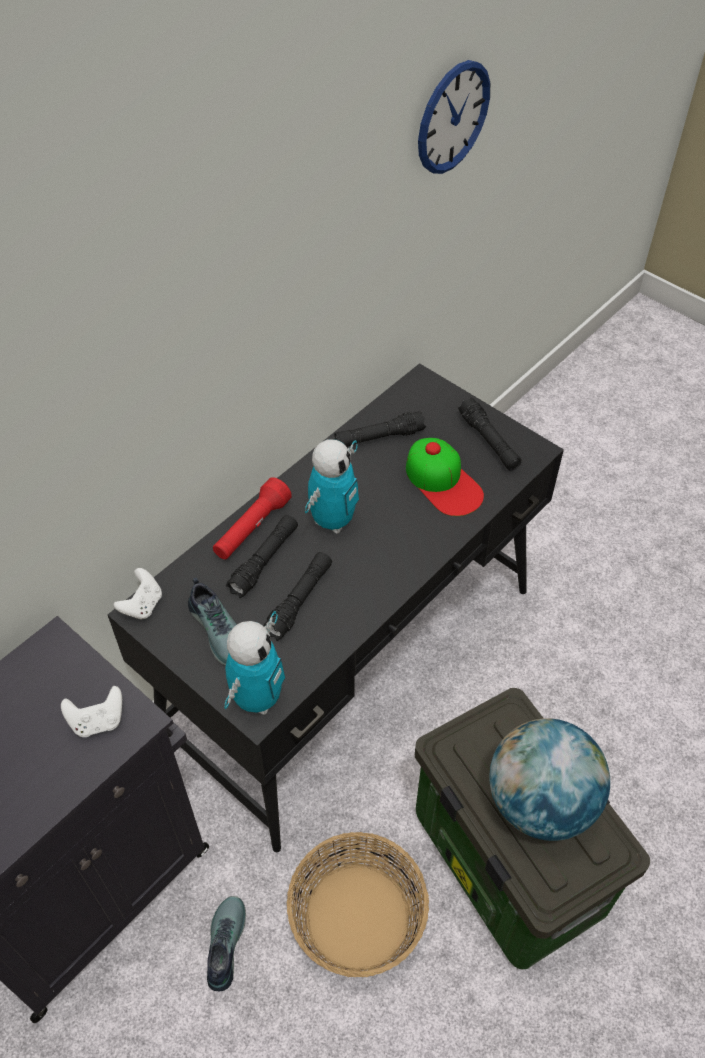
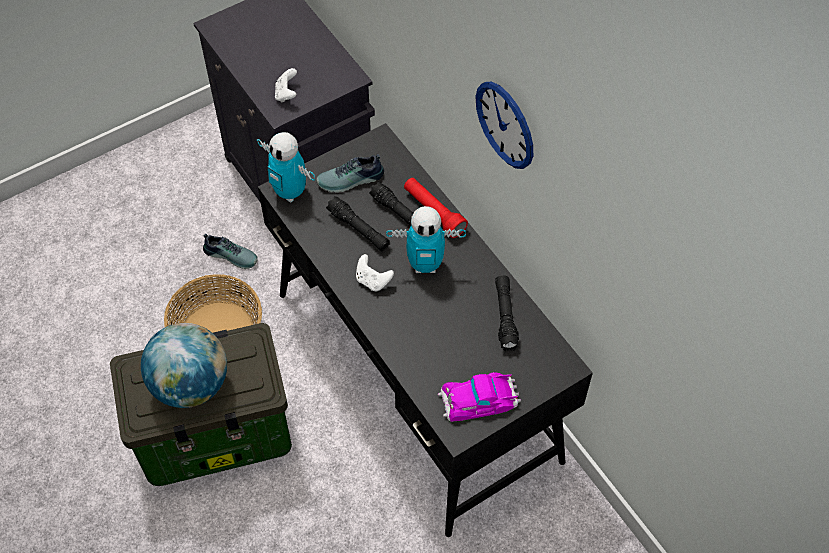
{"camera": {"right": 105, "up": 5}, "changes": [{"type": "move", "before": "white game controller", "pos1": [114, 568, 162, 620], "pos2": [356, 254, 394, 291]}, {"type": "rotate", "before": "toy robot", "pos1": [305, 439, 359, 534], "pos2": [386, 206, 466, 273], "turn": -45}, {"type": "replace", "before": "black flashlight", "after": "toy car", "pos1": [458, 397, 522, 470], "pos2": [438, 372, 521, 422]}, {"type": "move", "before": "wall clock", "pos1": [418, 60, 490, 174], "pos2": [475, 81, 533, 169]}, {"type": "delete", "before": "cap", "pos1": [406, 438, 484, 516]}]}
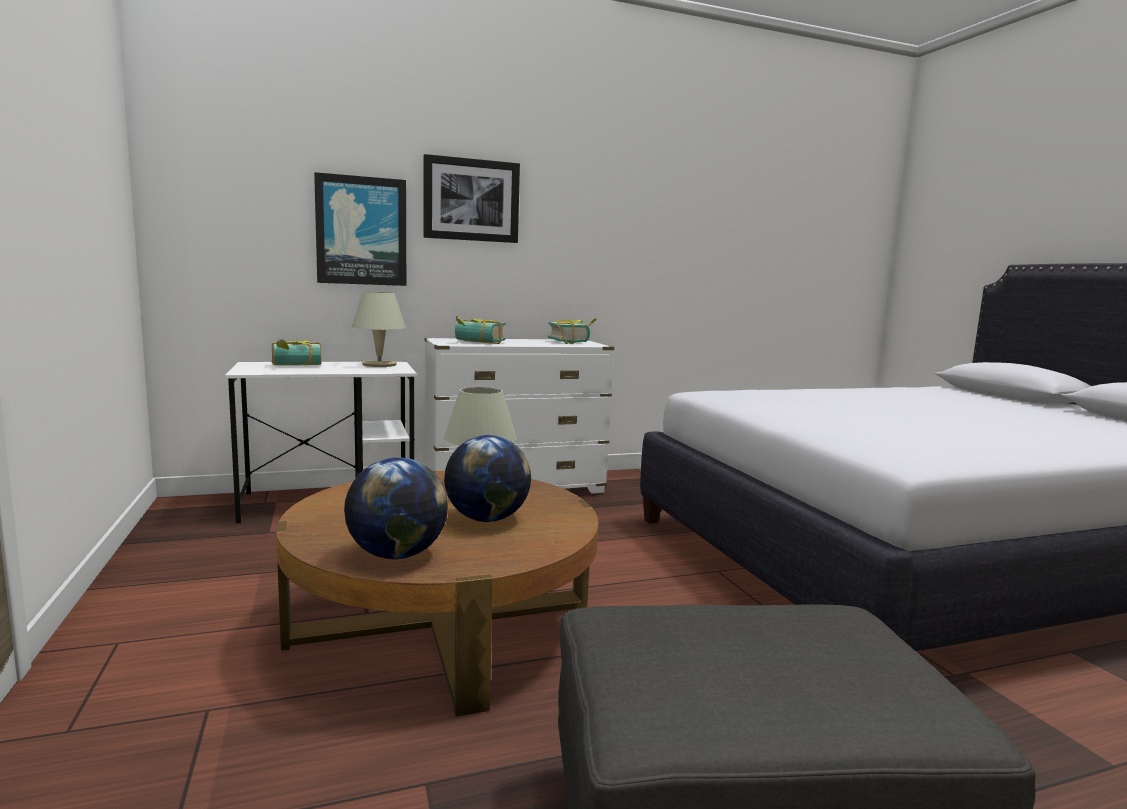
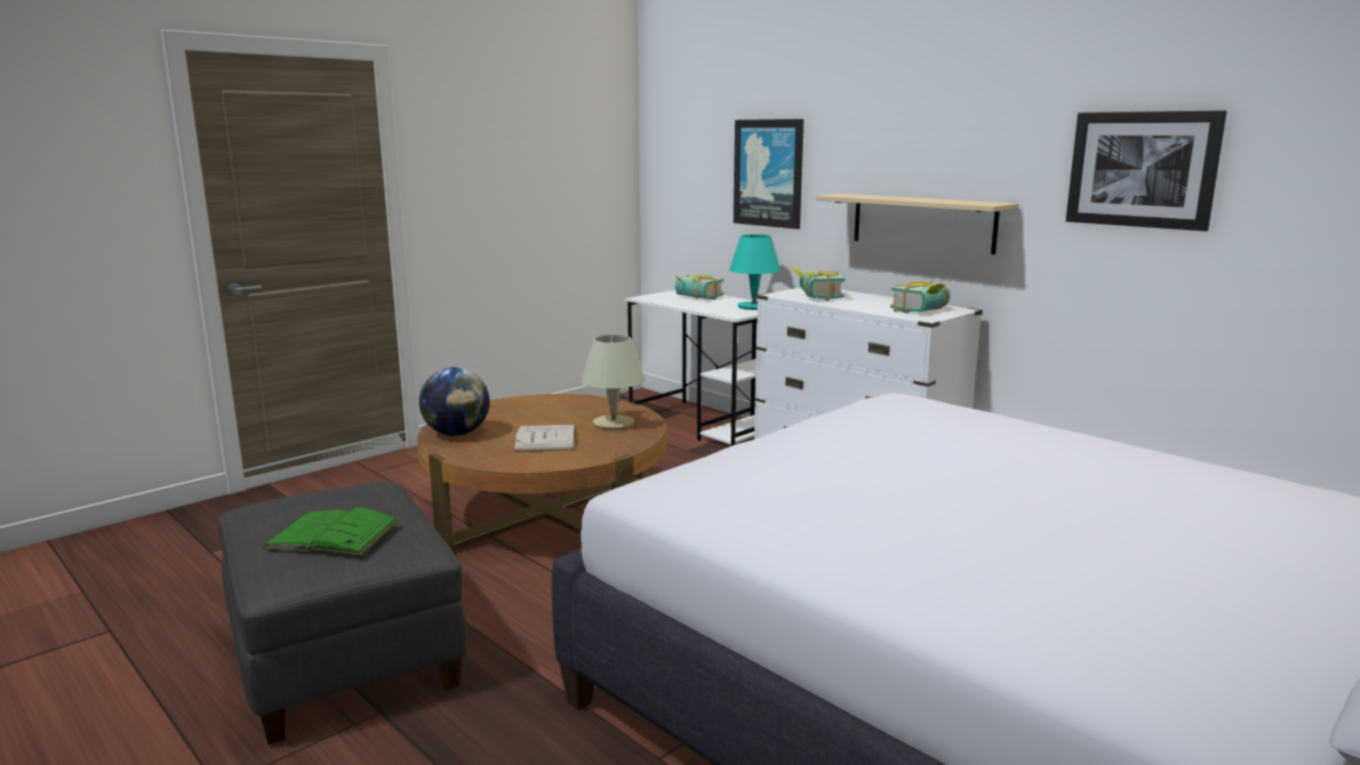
{"camera": {"right": 65, "up": 5}, "changes": [{"type": "insert", "after": "green book", "pos2": [262, 507, 399, 555]}, {"type": "replace", "before": "globe", "after": "white book", "pos1": [444, 435, 531, 522], "pos2": [514, 425, 575, 452]}, {"type": "recolor", "before": "beige table lamp", "after": "turquoise table lamp", "pos1": [352, 292, 406, 367], "pos2": [729, 234, 781, 310]}, {"type": "insert", "after": "beige shelf", "pos2": [816, 194, 1019, 255]}, {"type": "move", "before": "picture", "pos1": [424, 154, 520, 243], "pos2": [1066, 110, 1227, 231]}]}
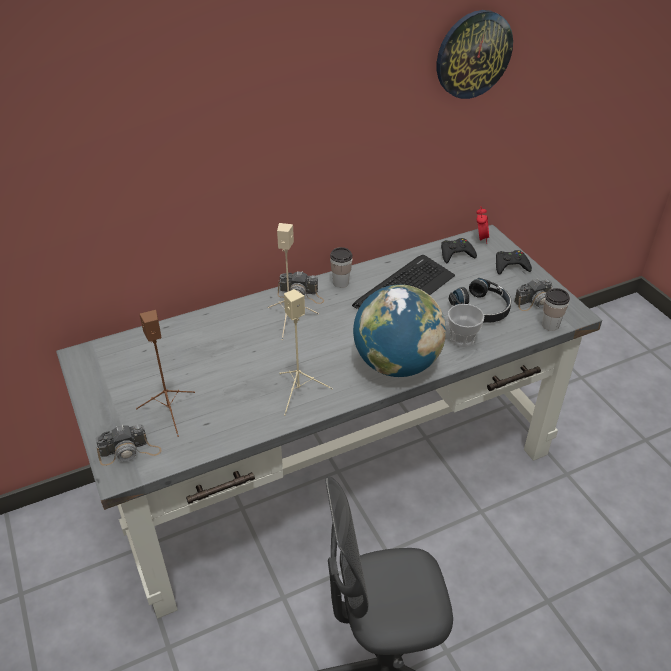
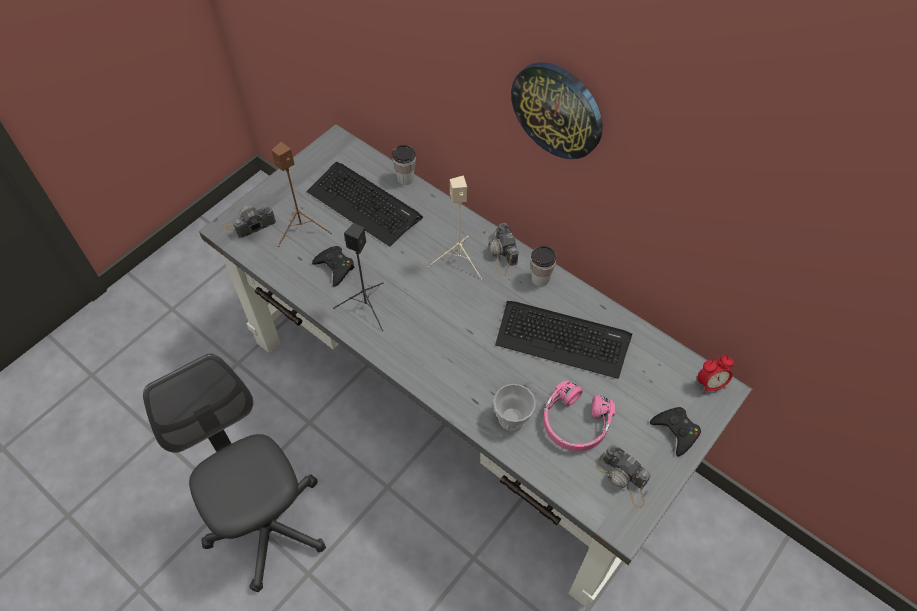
{"camera": {"right": 65, "up": 15}, "changes": [{"type": "rotate", "before": "photo camera", "pos1": [95, 424, 161, 466], "pos2": [223, 205, 276, 238], "turn": 105}, {"type": "insert", "after": "keyboard", "pos2": [307, 162, 423, 247]}, {"type": "move", "before": "black game controller", "pos1": [441, 238, 477, 263], "pos2": [312, 246, 354, 287]}, {"type": "recolor", "before": "beige speaker", "after": "black speaker", "pos1": [279, 289, 333, 416], "pos2": [333, 223, 384, 331]}, {"type": "move", "before": "cup", "pos1": [542, 288, 570, 331], "pos2": [392, 145, 416, 185]}, {"type": "move", "before": "wall clock", "pos1": [437, 10, 513, 99], "pos2": [511, 62, 603, 159]}, {"type": "recolor", "before": "black headphones", "after": "pink headphones", "pos1": [449, 278, 512, 323], "pos2": [543, 381, 615, 451]}, {"type": "delete", "before": "globe", "pos1": [353, 285, 446, 377]}]}
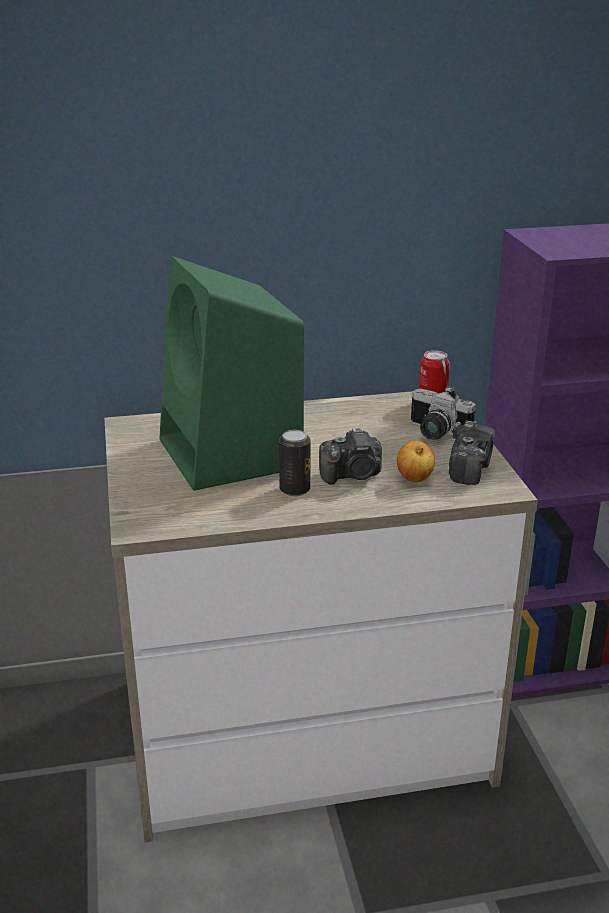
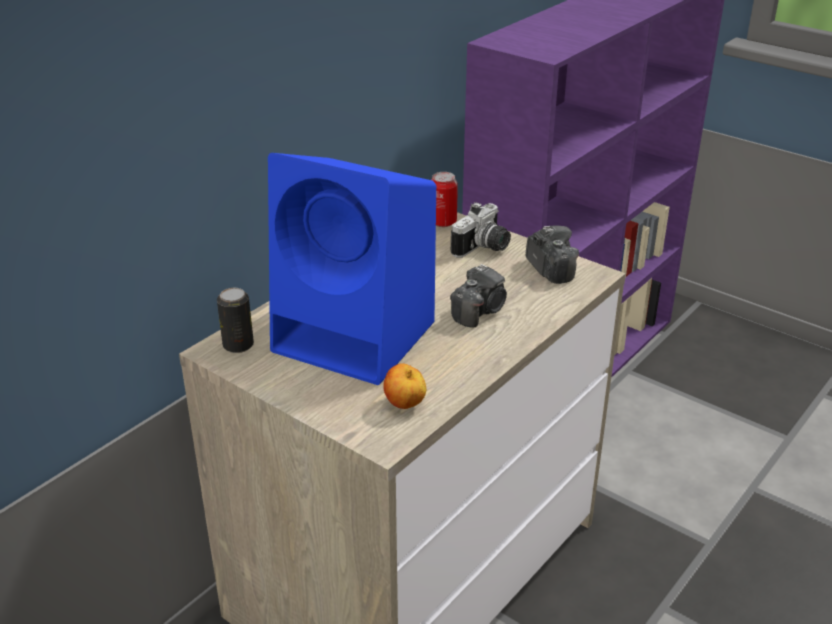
{"camera": {"right": -40, "up": 5}, "changes": [{"type": "move", "before": "can", "pos1": [279, 430, 310, 496], "pos2": [217, 288, 254, 353]}, {"type": "recolor", "before": "green speaker", "after": "blue speaker", "pos1": [160, 256, 304, 491], "pos2": [268, 153, 436, 385]}, {"type": "move", "before": "apple", "pos1": [397, 441, 435, 482], "pos2": [383, 363, 427, 409]}, {"type": "rotate", "before": "photo camera", "pos1": [411, 386, 476, 440], "pos2": [451, 202, 511, 258], "turn": -45}]}
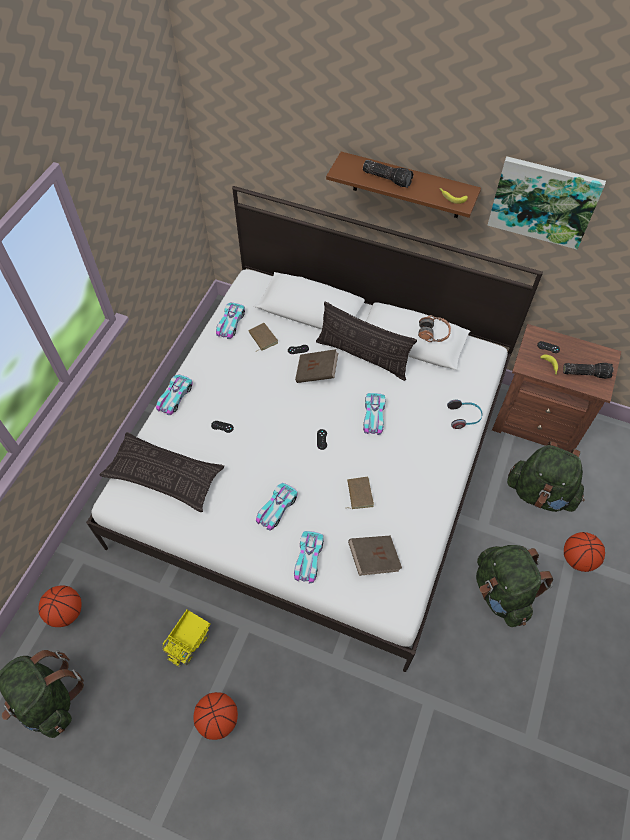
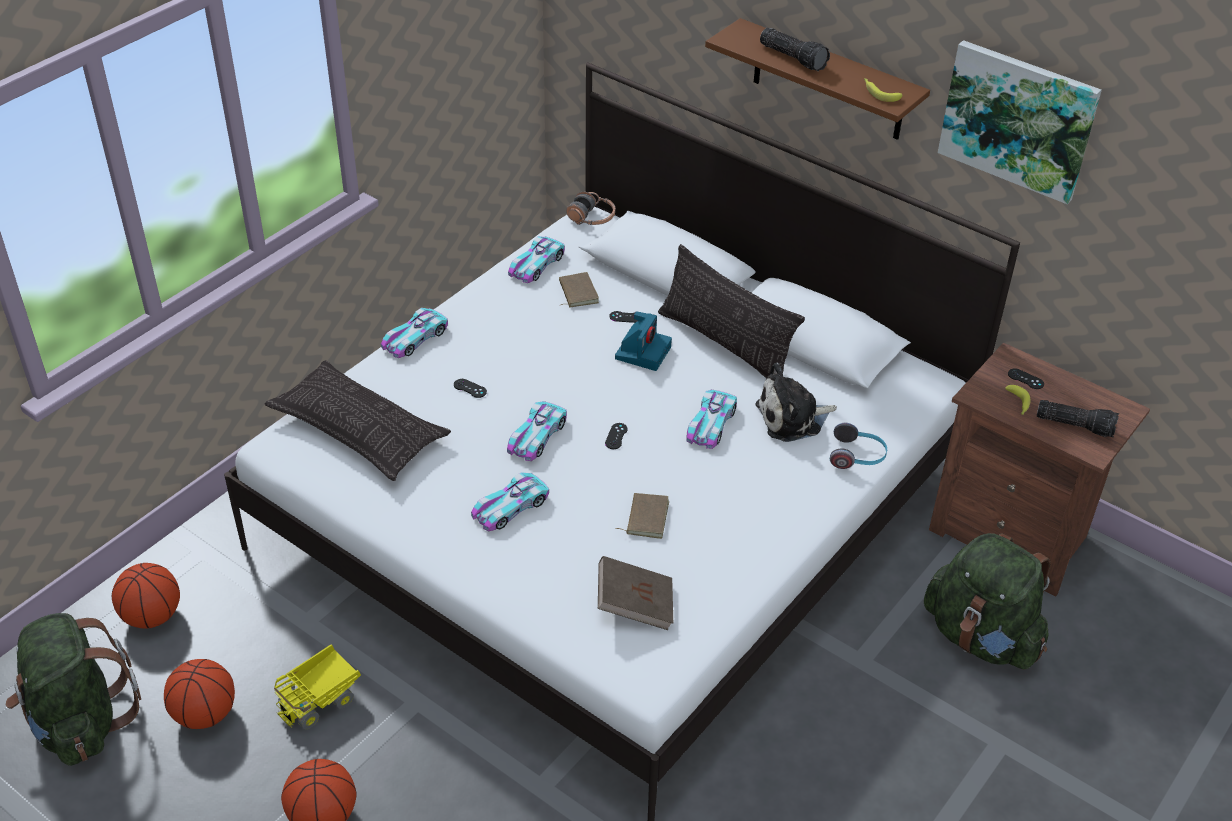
{"camera": {"right": 15, "up": -15}, "changes": [{"type": "move", "before": "basketball", "pos1": [564, 532, 605, 572], "pos2": [164, 659, 235, 729]}, {"type": "move", "before": "toy car", "pos1": [294, 531, 324, 583], "pos2": [507, 401, 567, 461]}, {"type": "move", "before": "headphones", "pos1": [418, 315, 451, 342], "pos2": [566, 192, 615, 225]}, {"type": "replace", "before": "brown book", "after": "photo camera", "pos1": [295, 349, 338, 383], "pos2": [615, 311, 672, 371]}, {"type": "insert", "after": "plush toy", "pos2": [755, 363, 837, 442]}, {"type": "delete", "before": "green backpack", "pos1": [476, 545, 553, 627]}]}
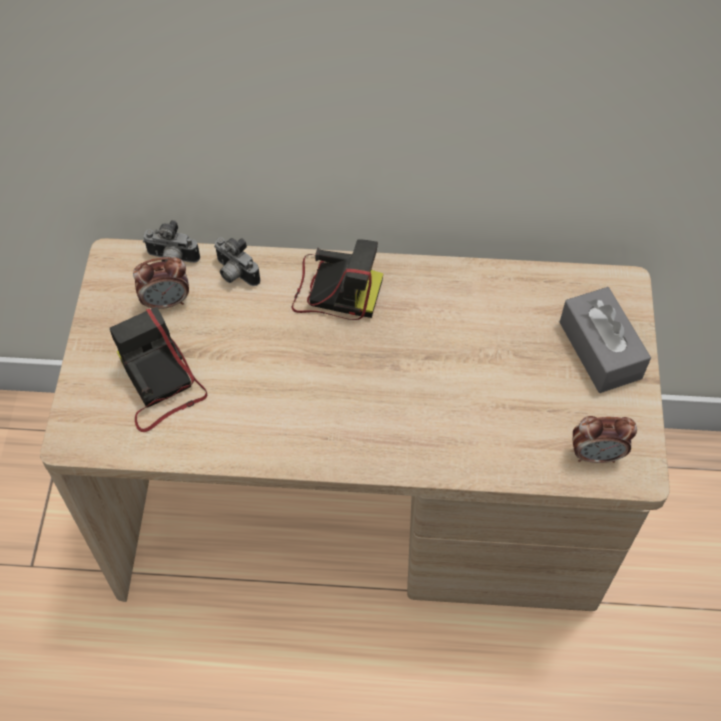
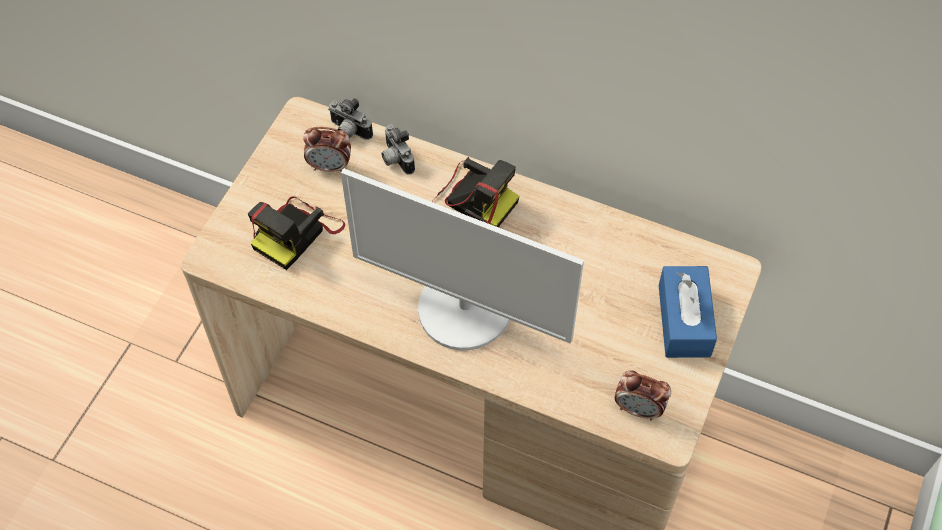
{"camera": {"right": 20, "up": 0}, "changes": [{"type": "rotate", "before": "photo camera", "pos1": [110, 306, 207, 432], "pos2": [248, 196, 345, 270], "turn": -135}, {"type": "insert", "after": "monitor", "pos2": [341, 168, 584, 350]}, {"type": "recolor", "before": "grey tissue box", "after": "blue tissue box", "pos1": [559, 287, 651, 393], "pos2": [659, 266, 717, 358]}]}
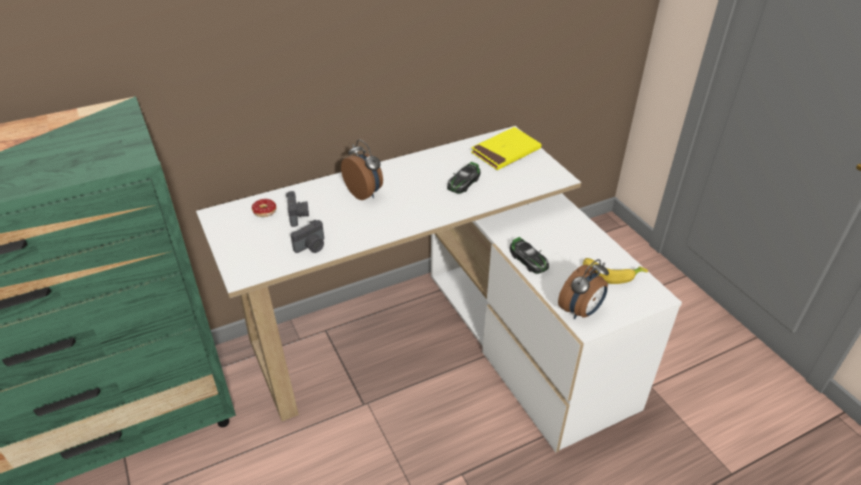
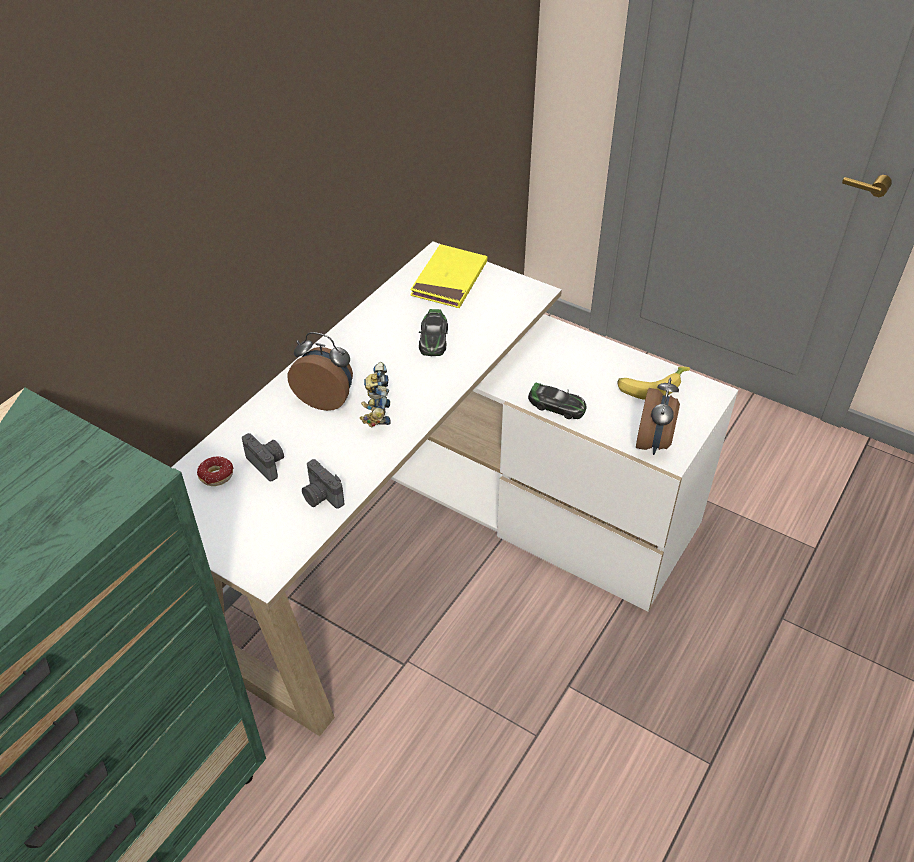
{"camera": {"right": -30, "up": 5}, "changes": [{"type": "rotate", "before": "photo camera", "pos1": [291, 220, 324, 253], "pos2": [302, 459, 344, 509], "turn": 120}, {"type": "insert", "after": "toy robot", "pos2": [360, 362, 391, 428]}]}
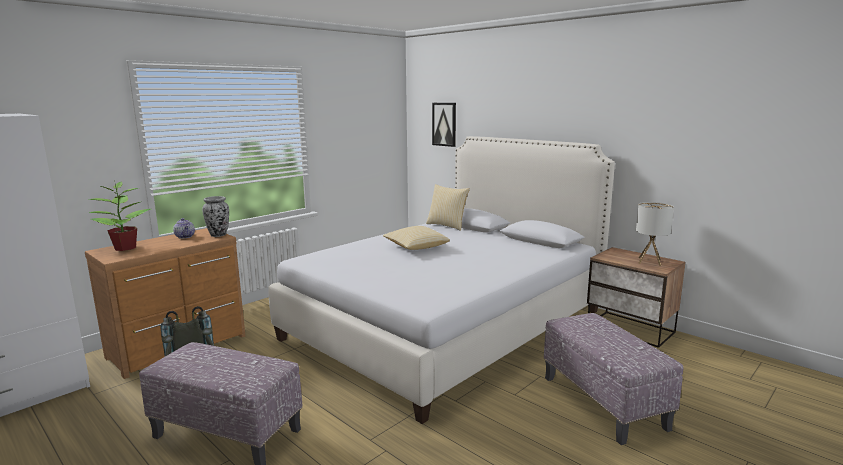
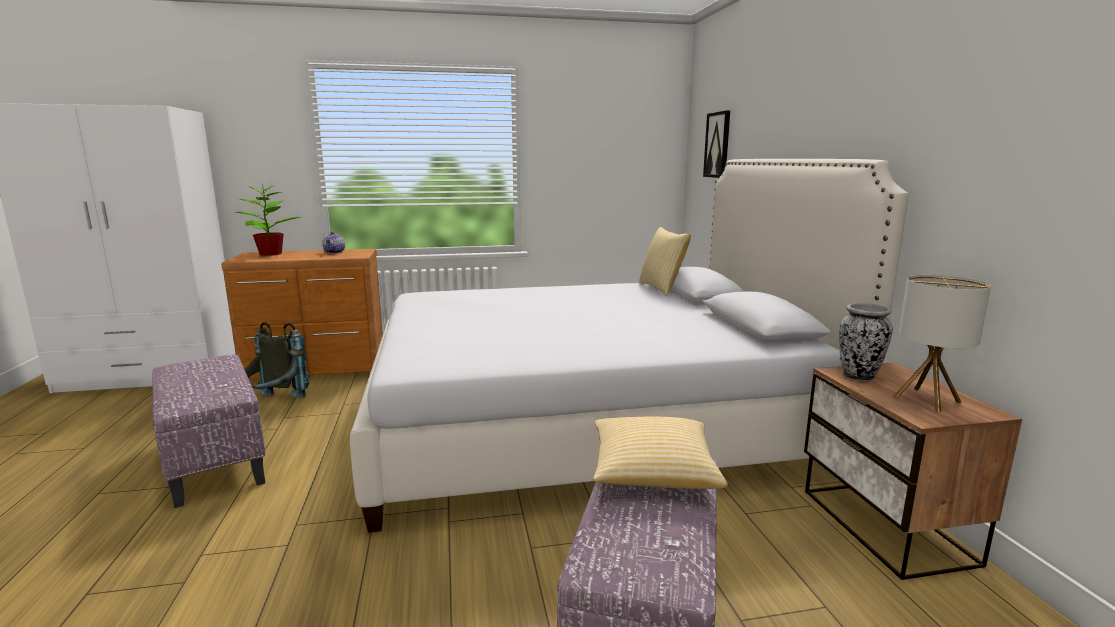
{"camera": {"right": 35, "up": 0}, "changes": [{"type": "move", "before": "pillow", "pos1": [383, 226, 450, 250], "pos2": [593, 417, 728, 489]}, {"type": "move", "before": "vase", "pos1": [202, 196, 229, 237], "pos2": [839, 303, 893, 381]}]}
